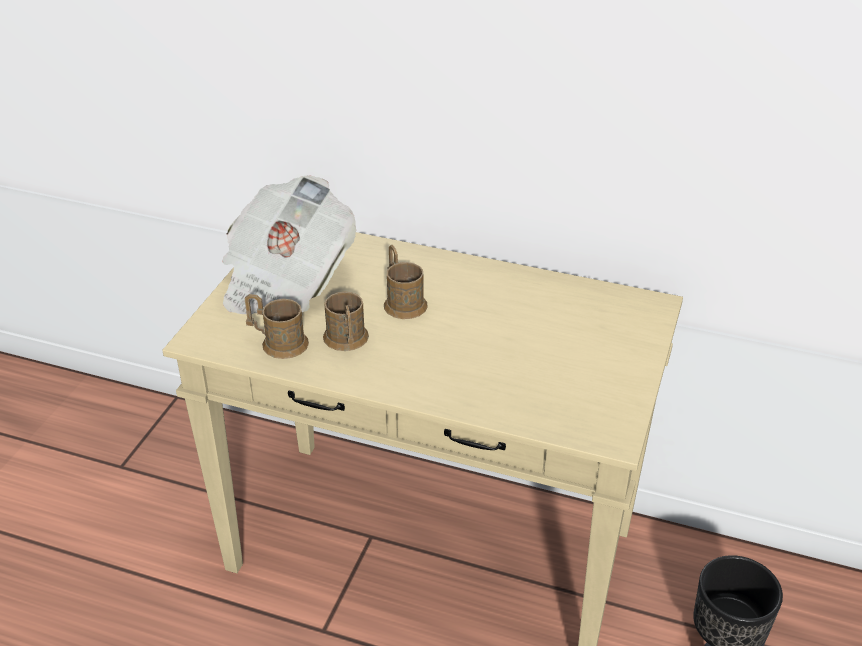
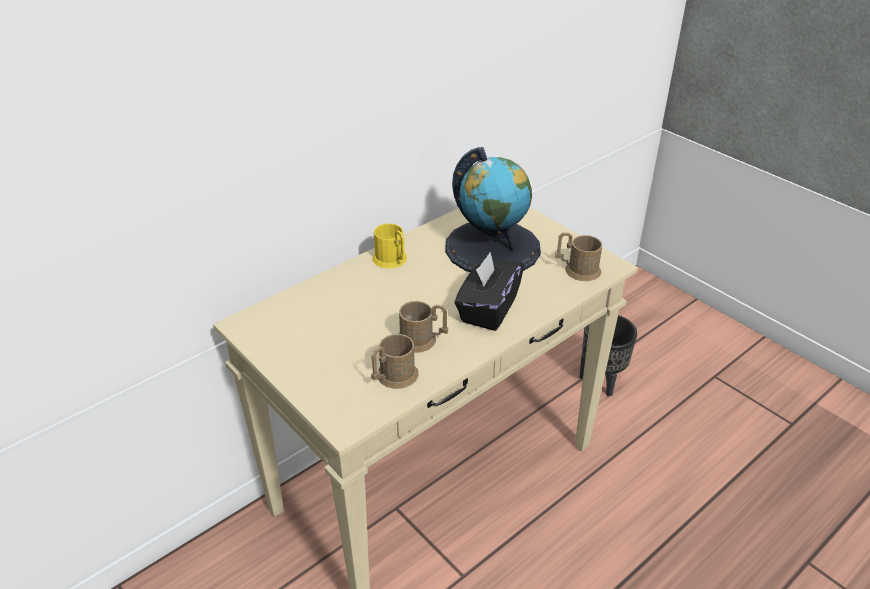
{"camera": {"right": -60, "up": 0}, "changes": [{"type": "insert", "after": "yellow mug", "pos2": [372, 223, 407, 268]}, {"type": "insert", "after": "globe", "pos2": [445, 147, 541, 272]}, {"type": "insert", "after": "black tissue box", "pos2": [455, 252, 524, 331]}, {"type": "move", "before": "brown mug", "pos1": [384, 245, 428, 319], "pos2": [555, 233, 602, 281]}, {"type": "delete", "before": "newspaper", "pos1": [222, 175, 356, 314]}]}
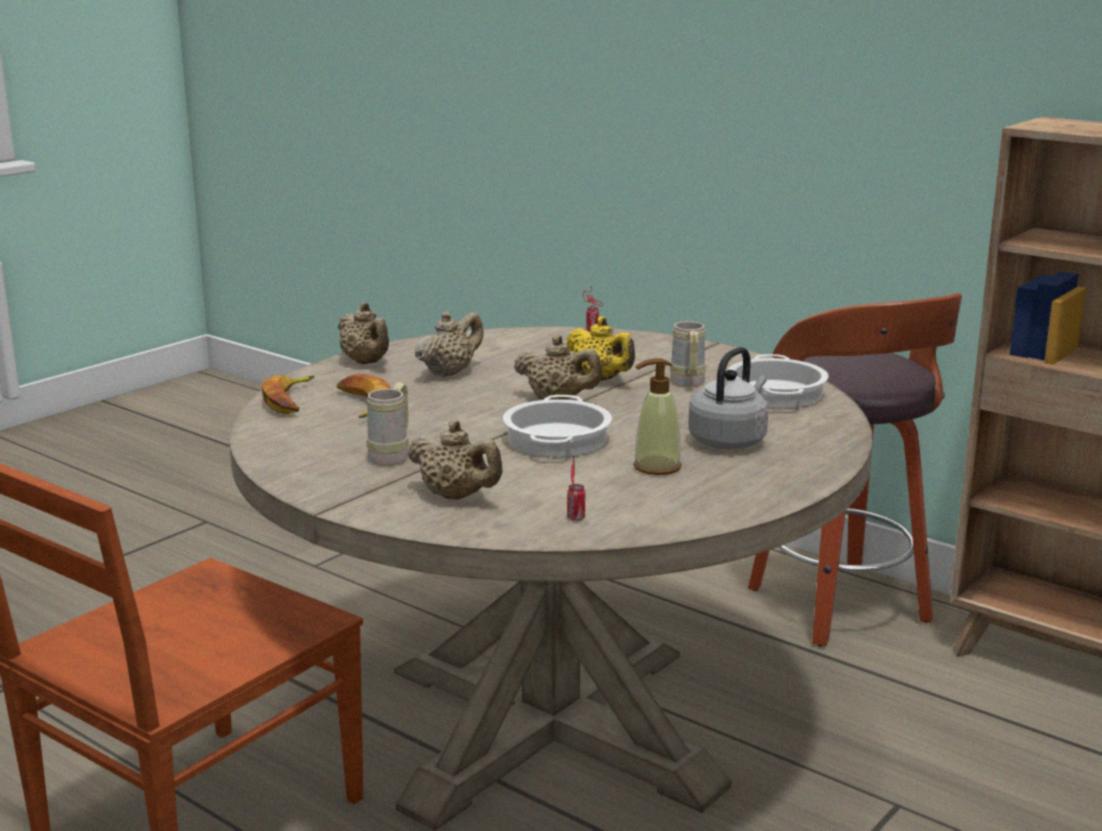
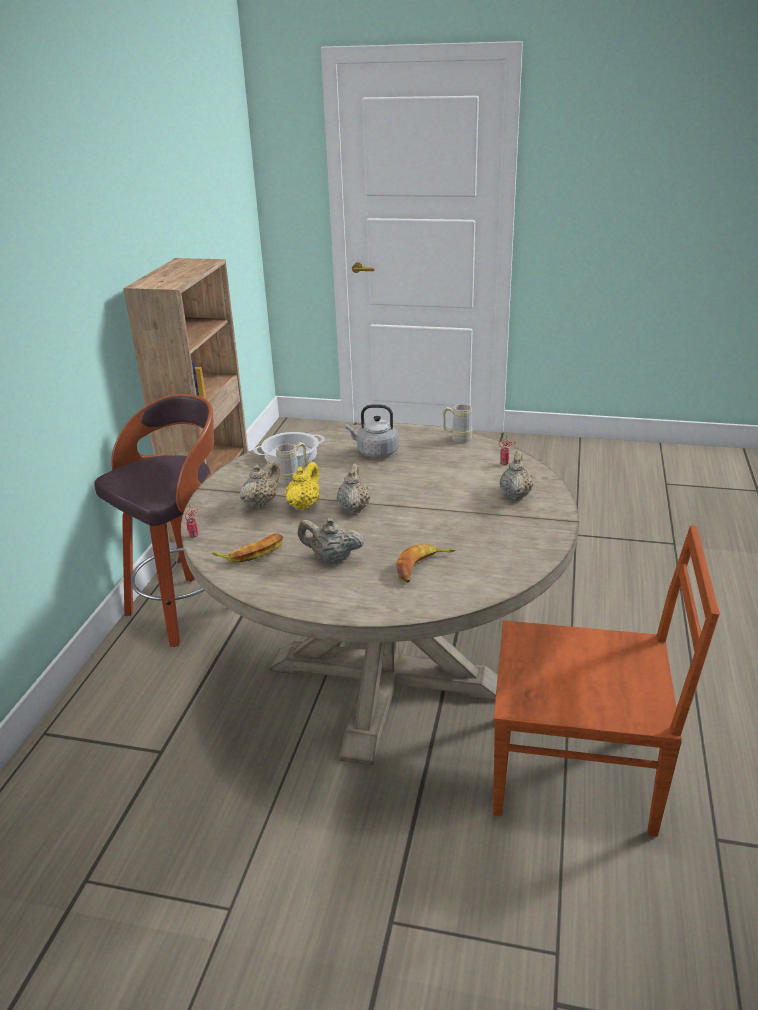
{"camera": {"right": -115, "up": 10}, "changes": [{"type": "move", "before": "banana", "pos1": [262, 375, 315, 414], "pos2": [212, 533, 283, 563]}, {"type": "move", "before": "beige teapot", "pos1": [338, 302, 389, 364], "pos2": [240, 460, 280, 508]}, {"type": "move", "before": "beige mug", "pos1": [367, 383, 409, 466], "pos2": [443, 404, 472, 443]}, {"type": "delete", "before": "cooking pot", "pos1": [503, 395, 612, 457]}, {"type": "delete", "before": "soap dispenser", "pos1": [633, 358, 682, 475]}]}
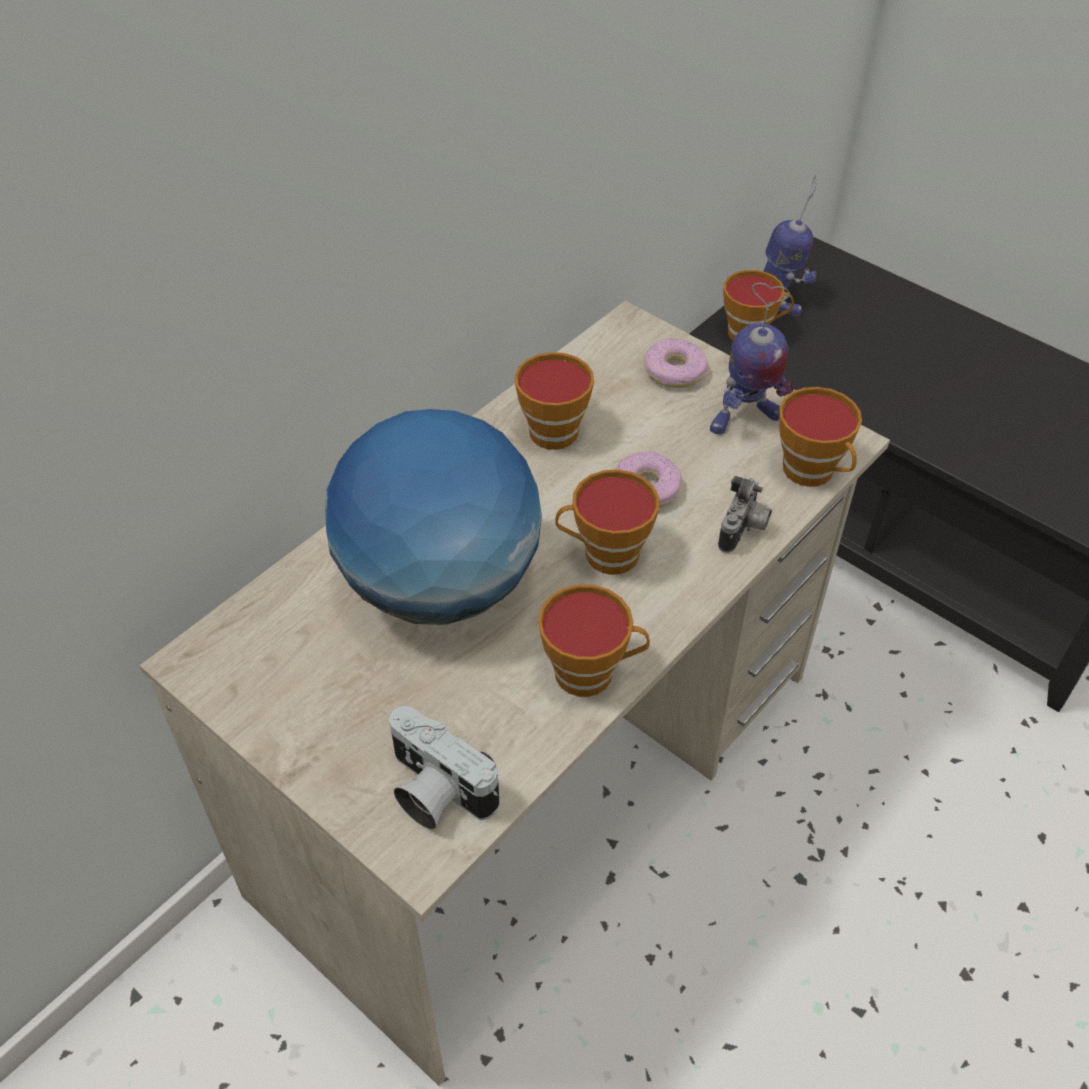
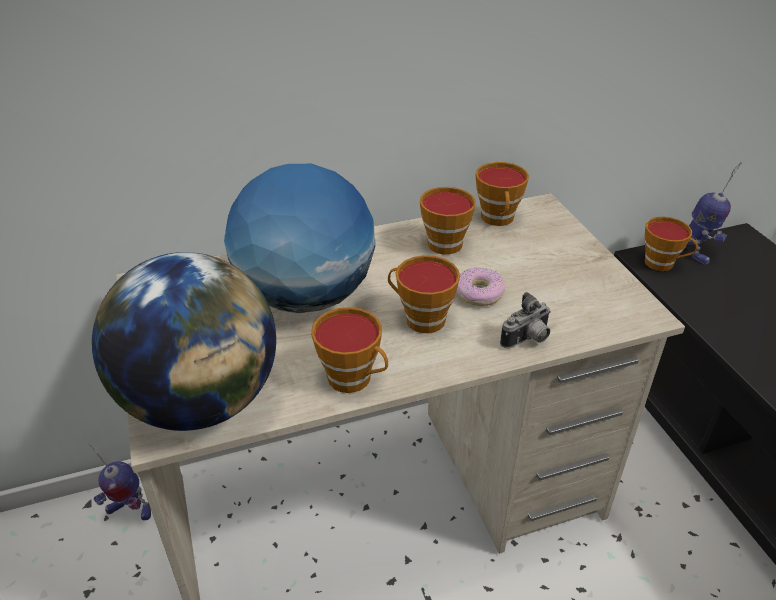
{"camera": {"right": 30, "up": -10}, "changes": [{"type": "move", "before": "toy robot", "pos1": [710, 283, 794, 435], "pos2": [89, 444, 151, 521]}, {"type": "replace", "before": "photo camera", "after": "globe", "pos1": [389, 706, 500, 830], "pos2": [92, 252, 276, 431]}, {"type": "move", "before": "cup", "pos1": [779, 387, 862, 487], "pos2": [475, 162, 529, 226]}, {"type": "delete", "before": "donut", "pos1": [644, 338, 707, 388]}]}
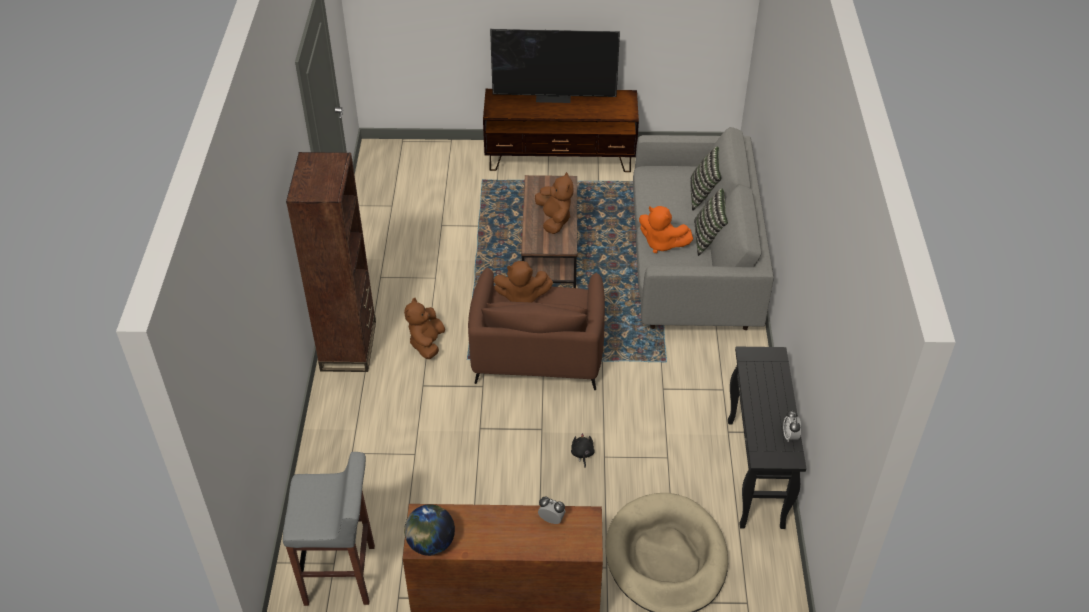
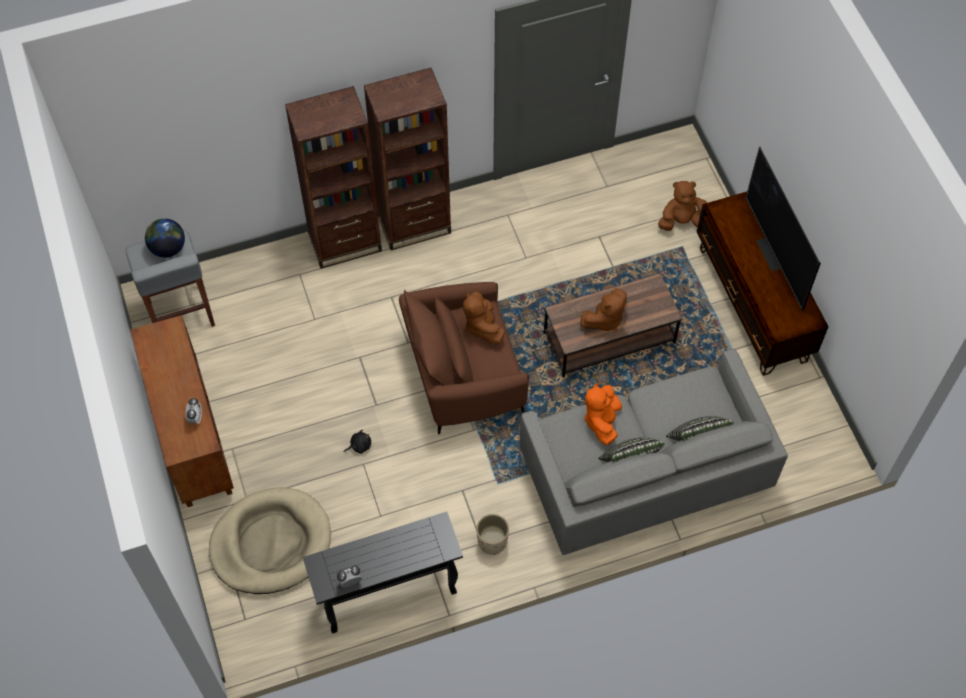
{"camera": {"right": 70, "up": 15}, "changes": [{"type": "move", "before": "globe", "pos1": [404, 504, 455, 556], "pos2": [145, 218, 185, 258]}, {"type": "insert", "after": "brown bookcase", "pos2": [285, 86, 382, 269]}, {"type": "insert", "after": "beige planter", "pos2": [476, 514, 509, 555]}, {"type": "move", "before": "brown plush toy", "pos1": [404, 297, 445, 359], "pos2": [658, 181, 707, 231]}]}
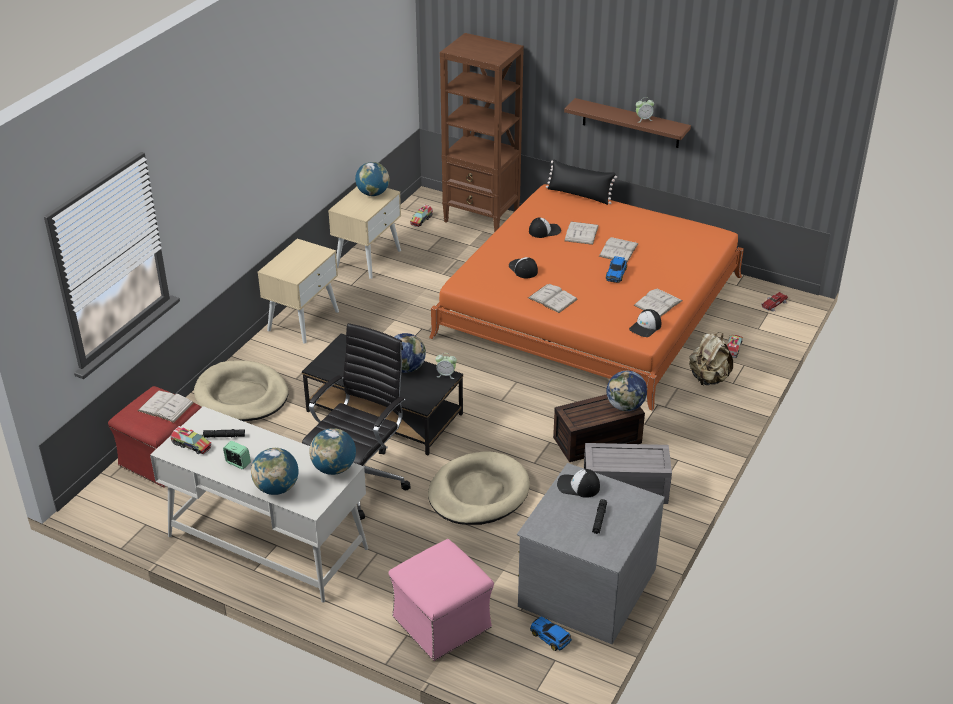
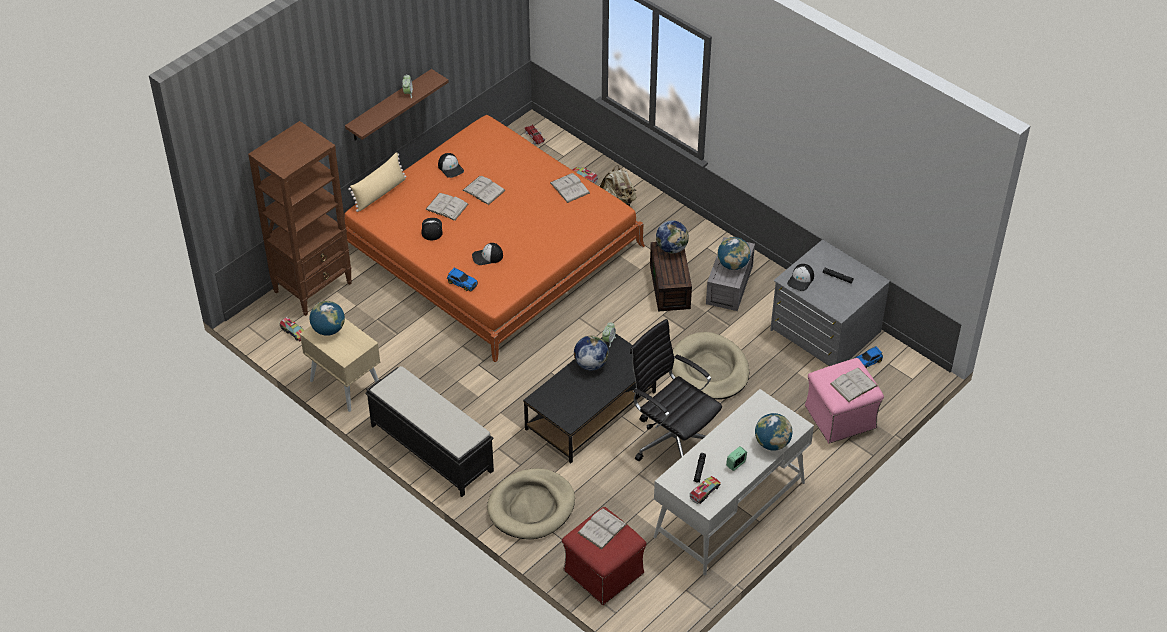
{"camera": {"right": -75, "up": 10}, "changes": [{"type": "recolor", "before": "black pillow", "after": "beige pillow", "pos1": [546, 160, 617, 205], "pos2": [348, 152, 406, 212]}, {"type": "replace", "before": "beige nightstand", "after": "black bench", "pos1": [258, 239, 339, 344], "pos2": [365, 366, 494, 497]}, {"type": "move", "before": "cap", "pos1": [629, 309, 661, 337], "pos2": [438, 153, 464, 178]}, {"type": "move", "before": "toy car", "pos1": [606, 256, 627, 283], "pos2": [447, 267, 478, 292]}, {"type": "move", "before": "globe", "pos1": [309, 428, 356, 475], "pos2": [718, 237, 751, 270]}, {"type": "move", "before": "white book", "pos1": [528, 283, 578, 313], "pos2": [830, 368, 877, 402]}]}
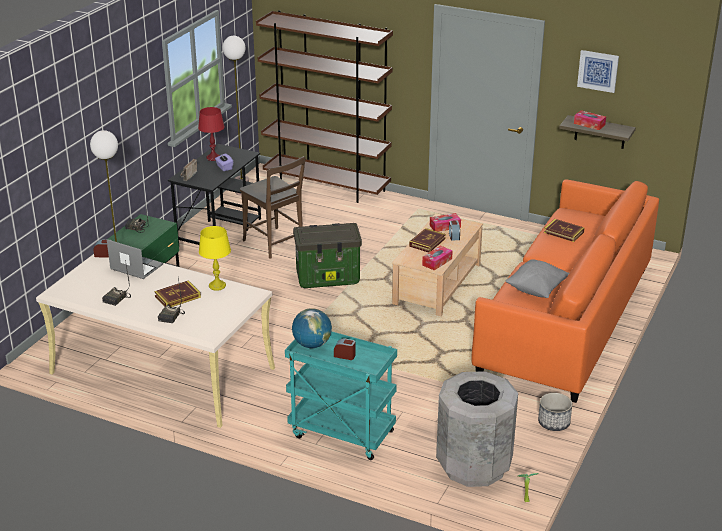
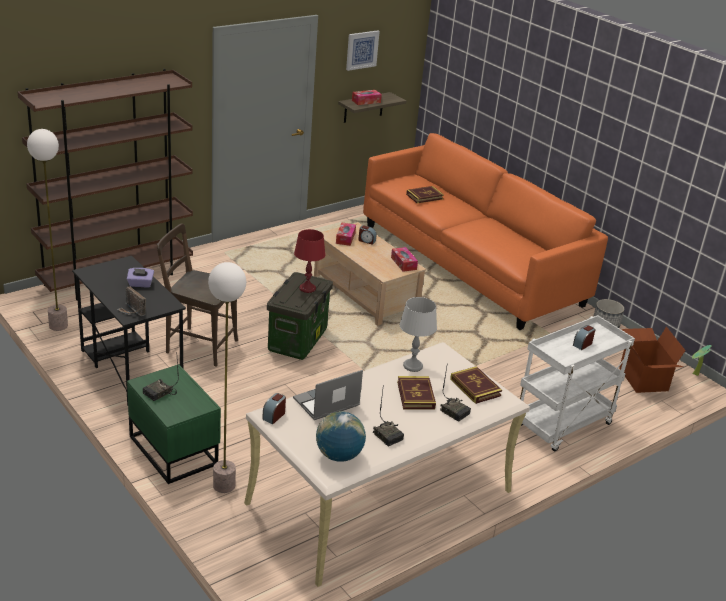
{"camera": {"right": -65, "up": 0}, "changes": [{"type": "rotate", "before": "brown chair", "pos1": [240, 156, 305, 258], "pos2": [157, 223, 238, 367], "turn": -150}, {"type": "move", "before": "red table lamp", "pos1": [198, 107, 225, 161], "pos2": [294, 229, 326, 293]}, {"type": "move", "before": "globe", "pos1": [292, 308, 332, 348], "pos2": [316, 411, 366, 462]}, {"type": "recolor", "before": "yellow table lamp", "after": "grey table lamp", "pos1": [199, 226, 231, 291], "pos2": [400, 297, 437, 372]}, {"type": "move", "before": "book", "pos1": [409, 228, 446, 253], "pos2": [450, 366, 502, 404]}, {"type": "recolor", "before": "turquoise cart", "after": "white cart", "pos1": [285, 331, 397, 460], "pos2": [520, 315, 635, 452]}, {"type": "replace", "before": "grey trash can", "after": "cardboard box", "pos1": [436, 371, 518, 487], "pos2": [619, 327, 686, 393]}, {"type": "delete", "before": "grey pillow", "pos1": [506, 259, 569, 298]}]}
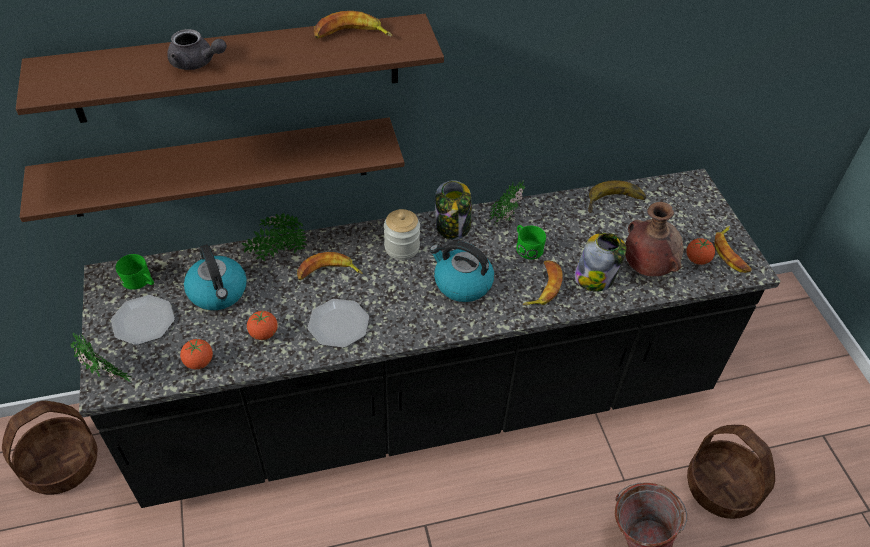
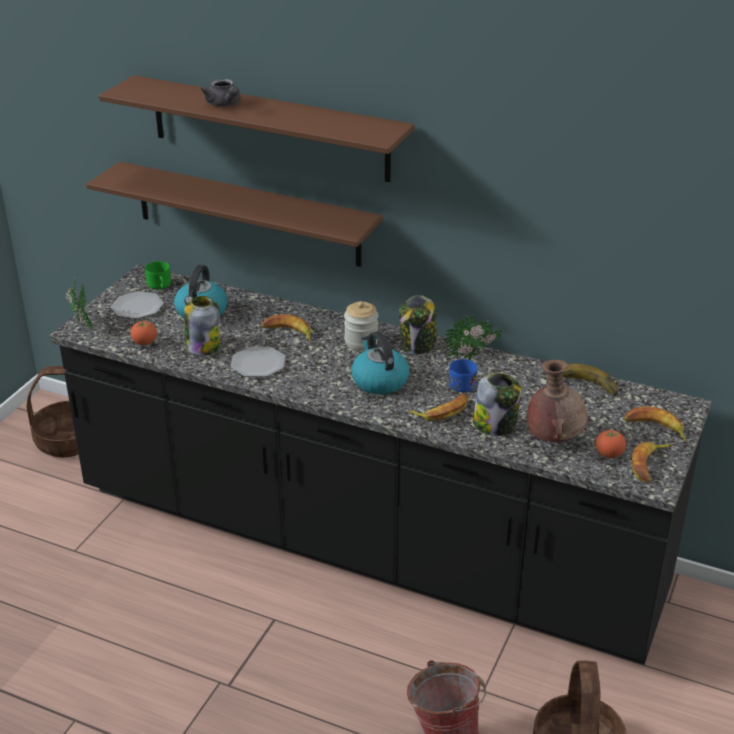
{"camera": {"right": 40, "up": -15}, "changes": [{"type": "replace", "before": "tomato", "after": "jar", "pos1": [247, 311, 278, 340], "pos2": [184, 296, 220, 356]}, {"type": "recolor", "before": "green mug", "after": "blue mug", "pos1": [516, 225, 546, 259], "pos2": [449, 359, 477, 392]}, {"type": "move", "before": "banana", "pos1": [314, 11, 392, 39], "pos2": [624, 406, 686, 442]}, {"type": "delete", "before": "potted plant", "pos1": [242, 213, 307, 261]}]}
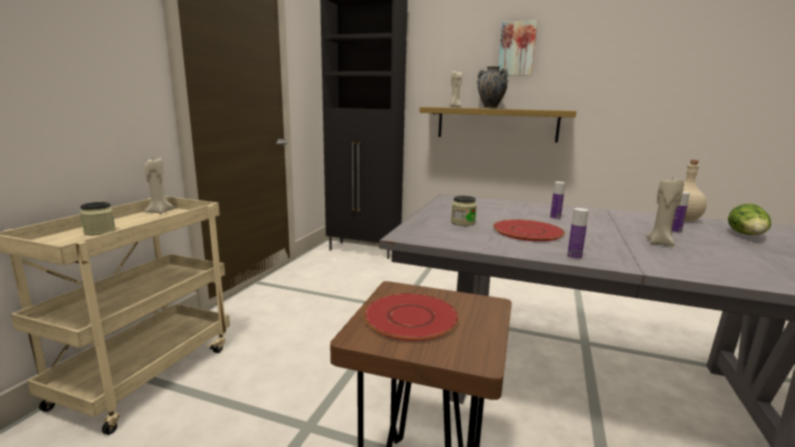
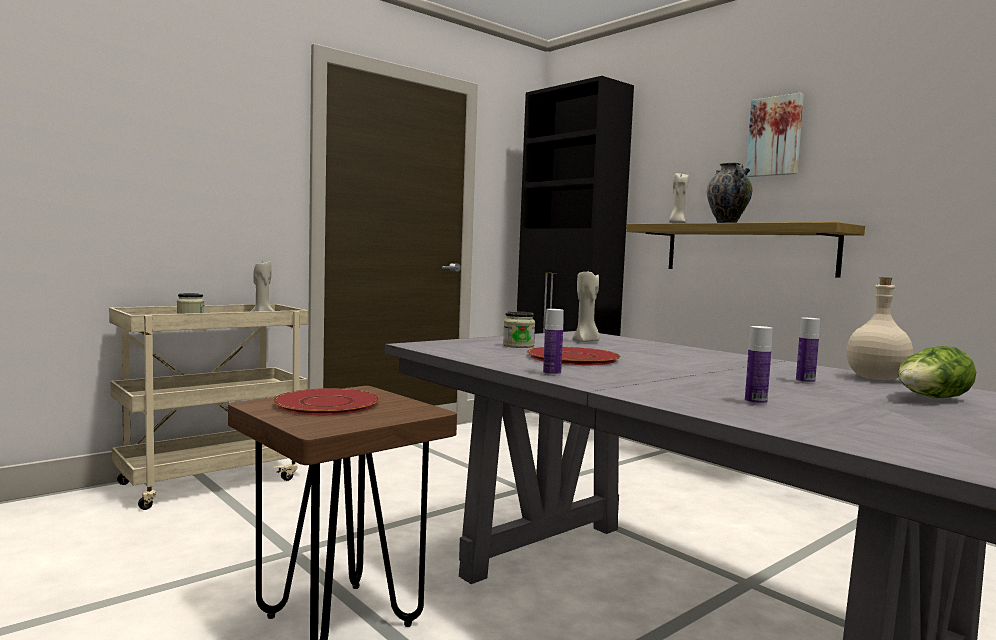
{"camera": {"right": 30, "up": -10}, "changes": [{"type": "move", "before": "beige candle", "pos1": [646, 178, 684, 246], "pos2": [572, 270, 600, 342]}, {"type": "move", "before": "bottle", "pos1": [550, 182, 565, 220], "pos2": [745, 326, 773, 406]}]}
